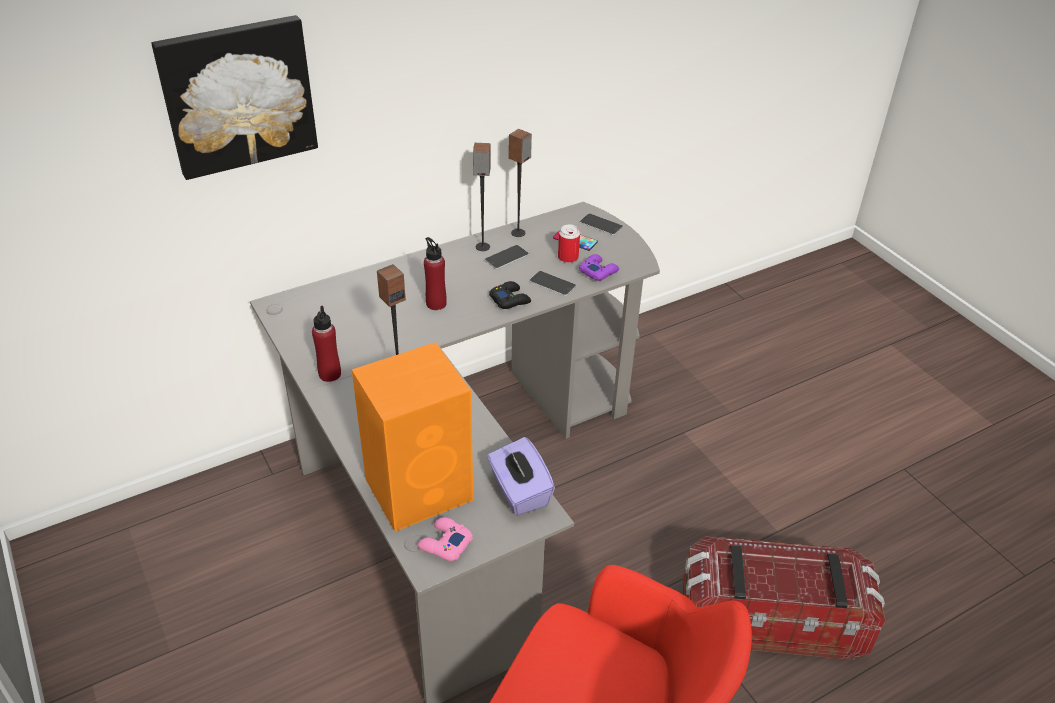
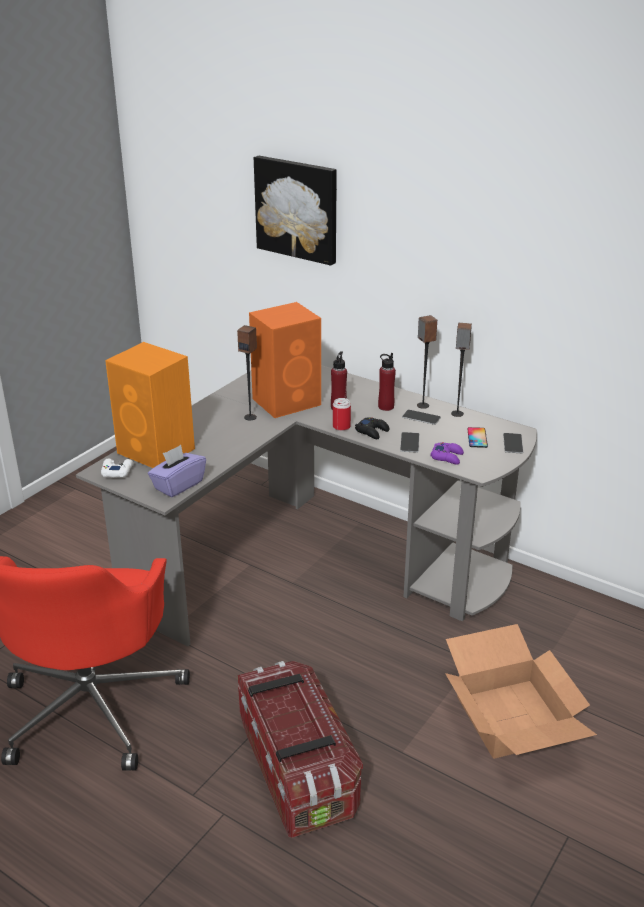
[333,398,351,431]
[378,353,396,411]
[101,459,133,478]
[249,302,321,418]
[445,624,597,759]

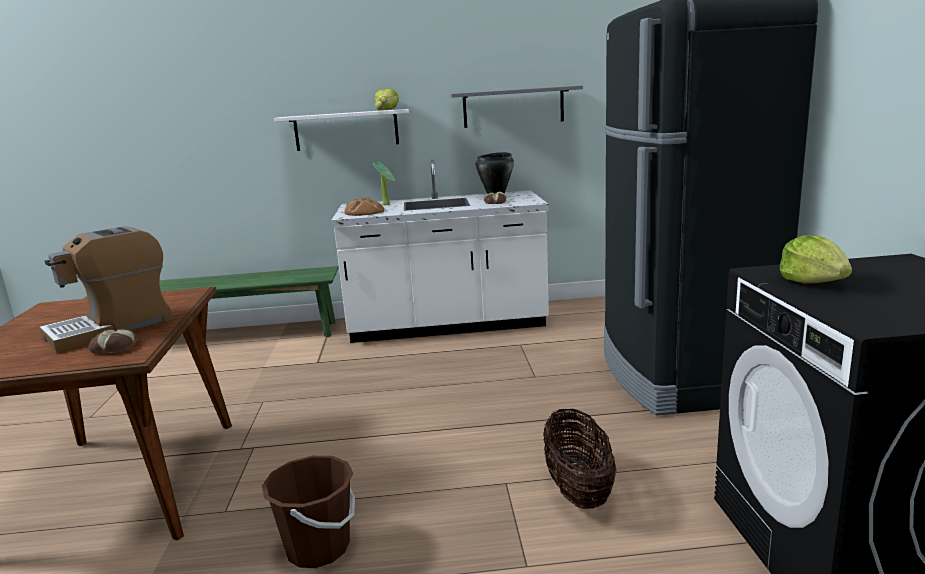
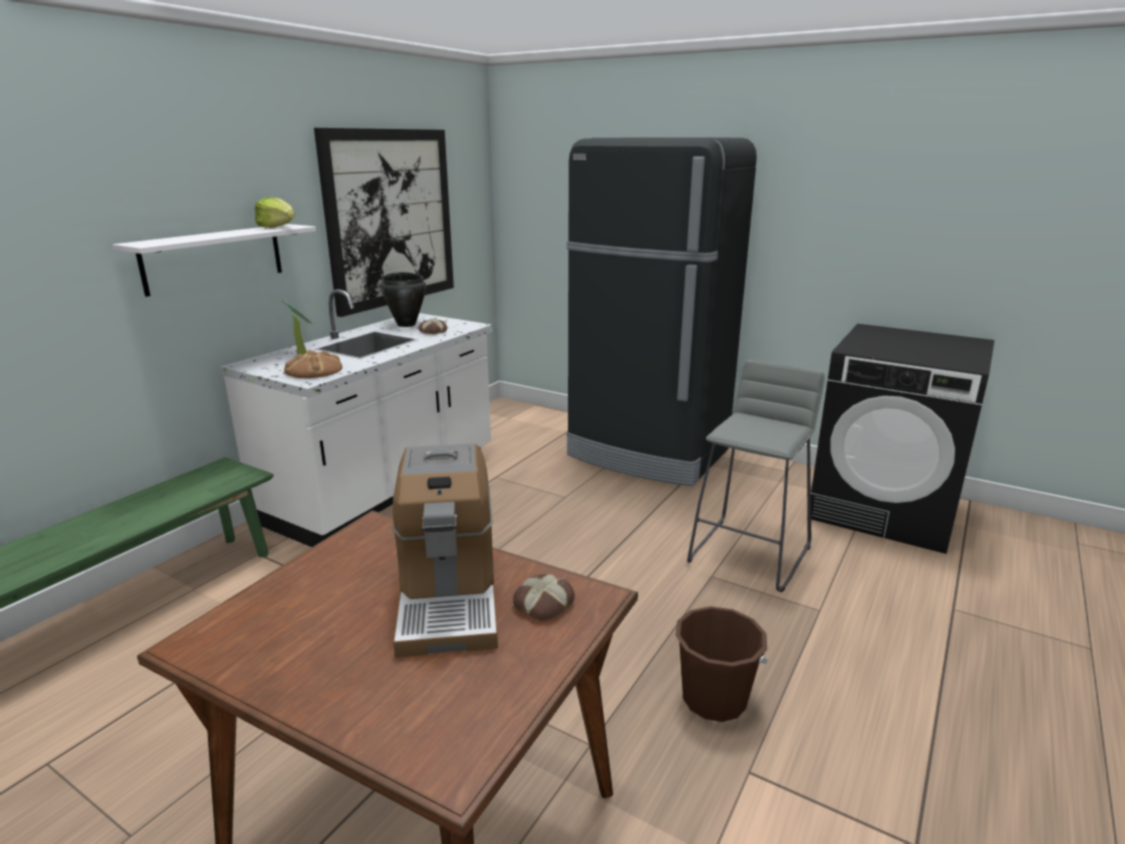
[314,128,454,317]
[780,235,852,284] (first image)
[687,360,825,592]

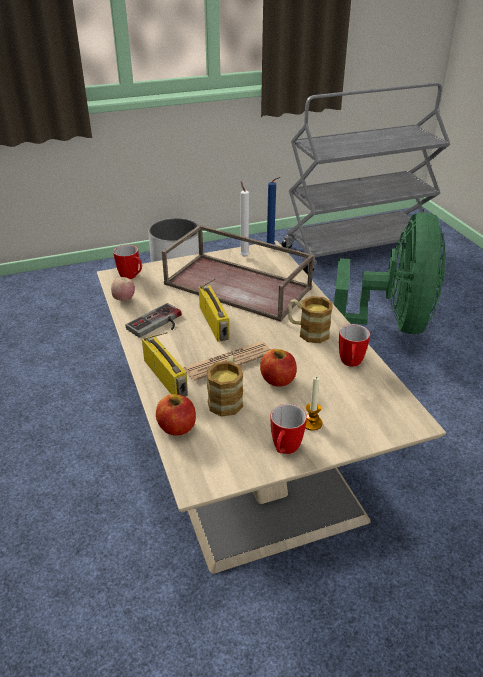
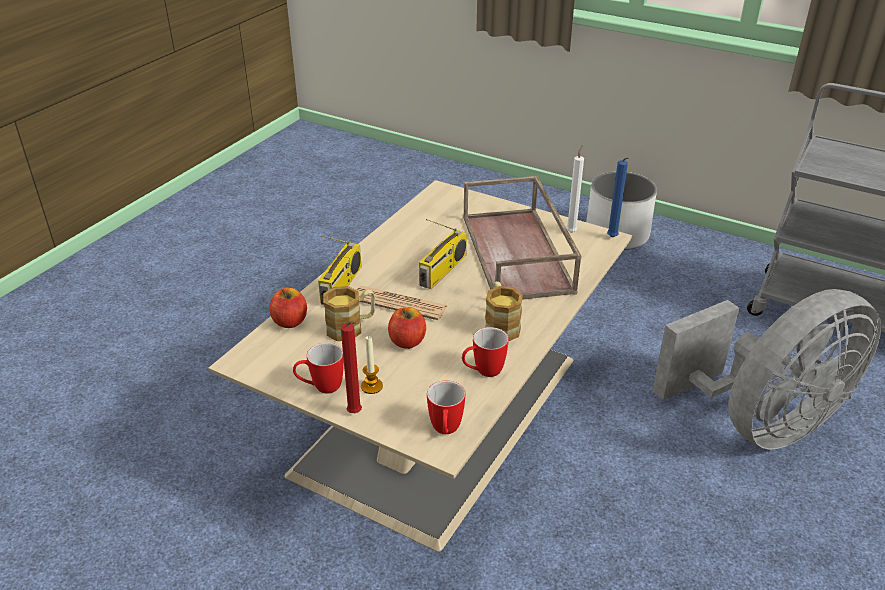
[653,289,881,450]
[427,381,465,434]
[111,277,135,301] (first image)
[126,303,181,338] (first image)
[341,321,362,413]

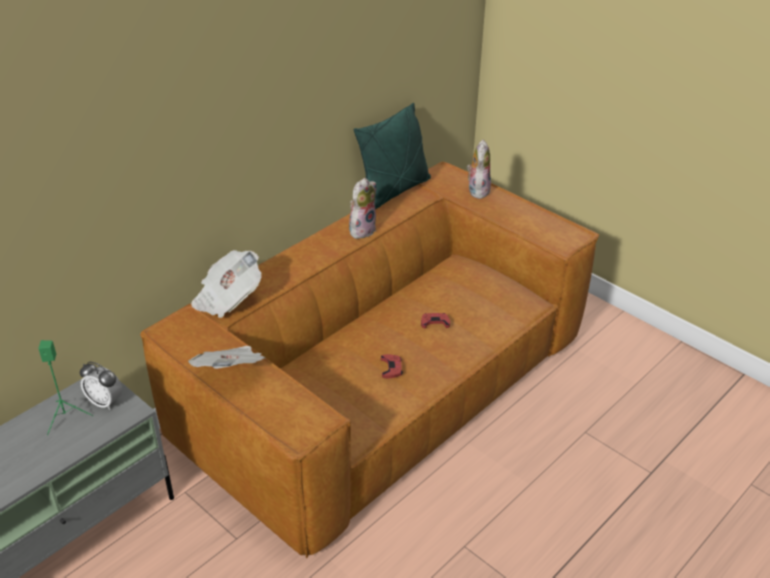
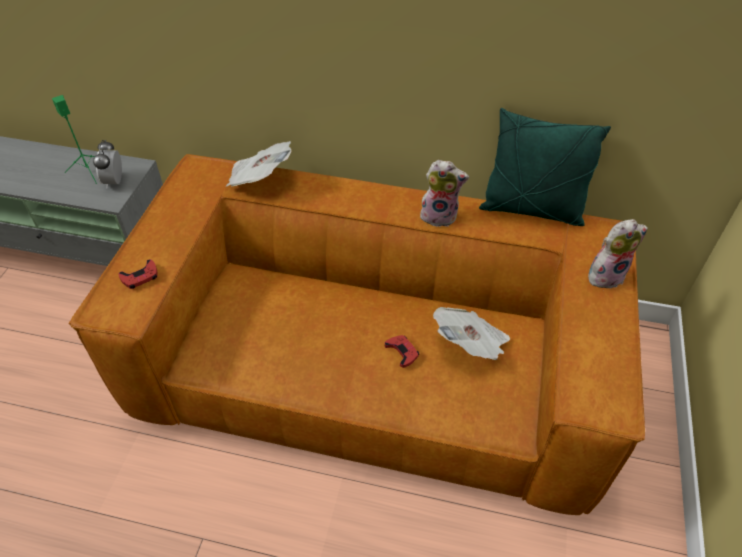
[433,307,510,360]
[119,260,158,289]

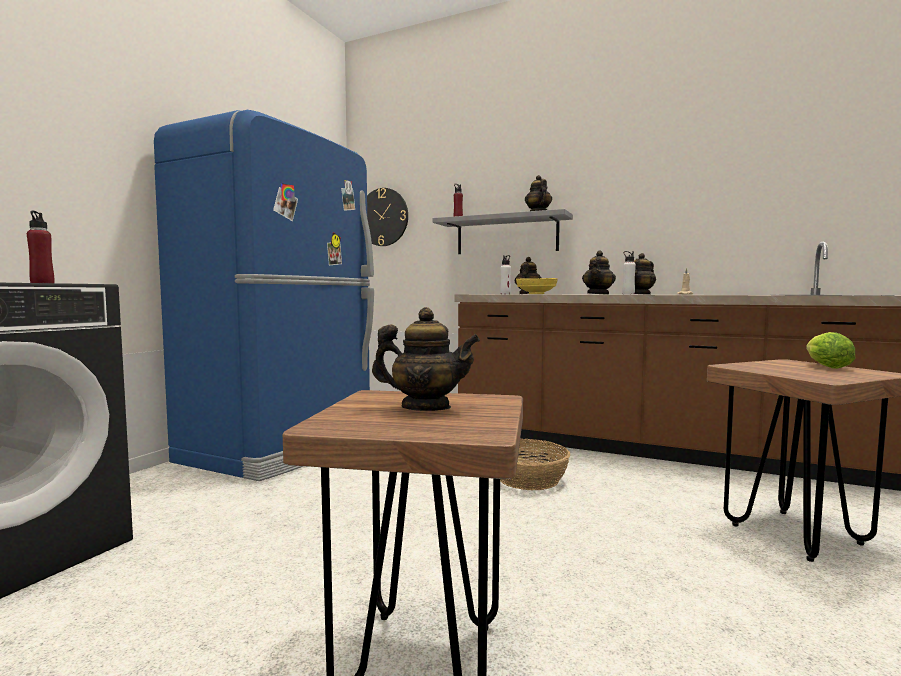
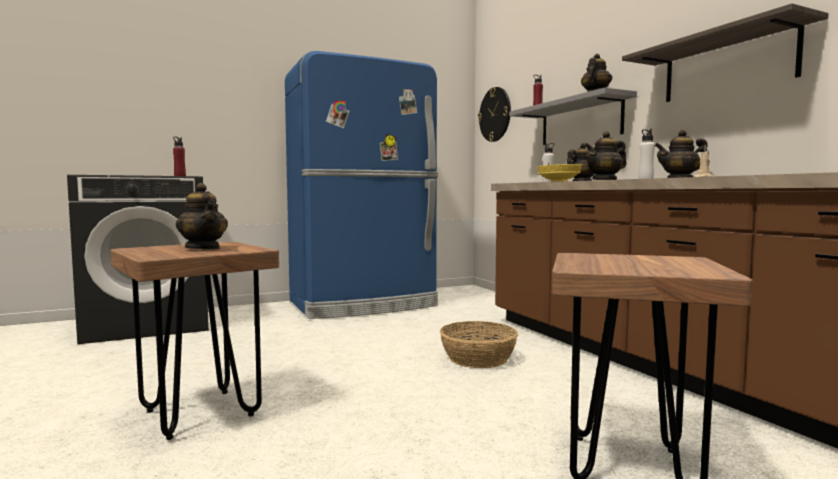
[806,332,855,369] (first image)
[622,3,829,102]

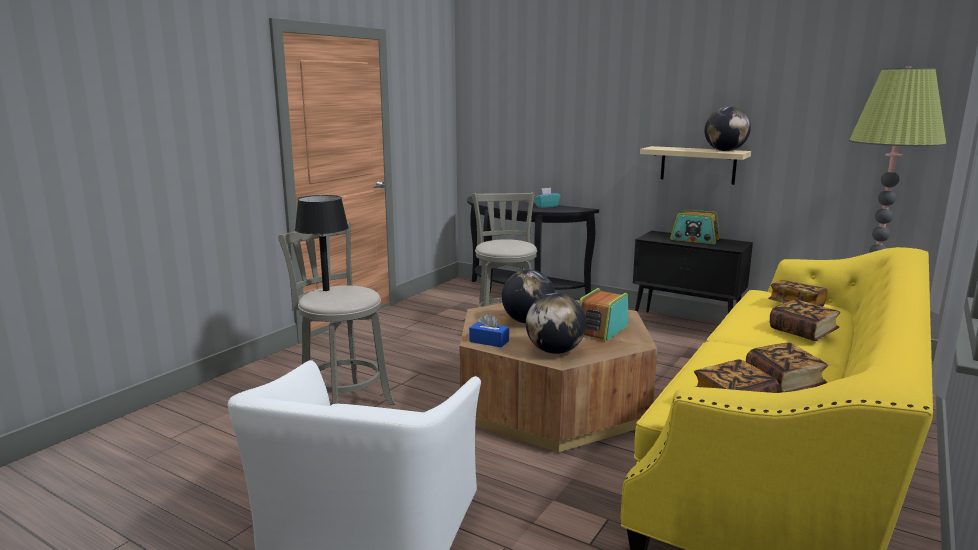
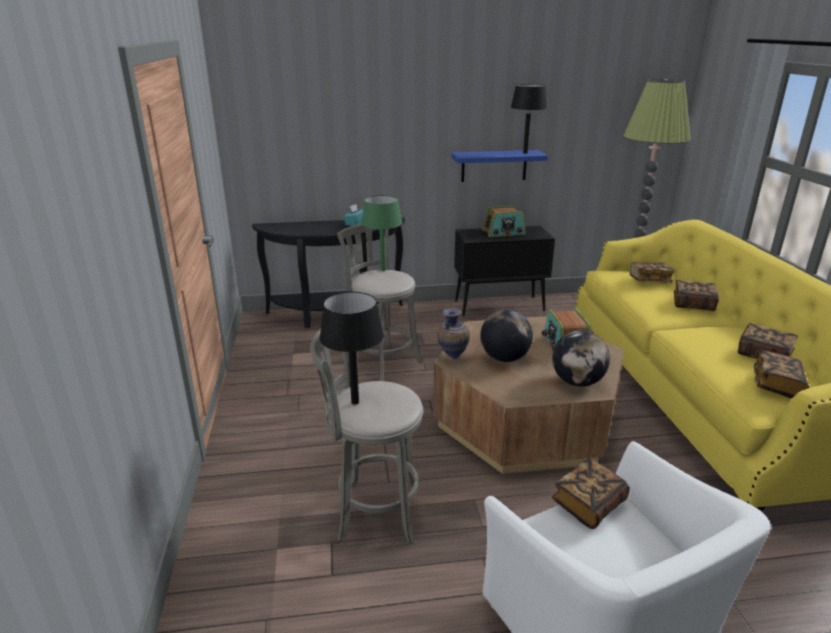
[511,84,547,154]
[451,150,548,182]
[469,313,509,347] (first image)
[361,195,402,271]
[437,308,469,359]
[552,458,630,529]

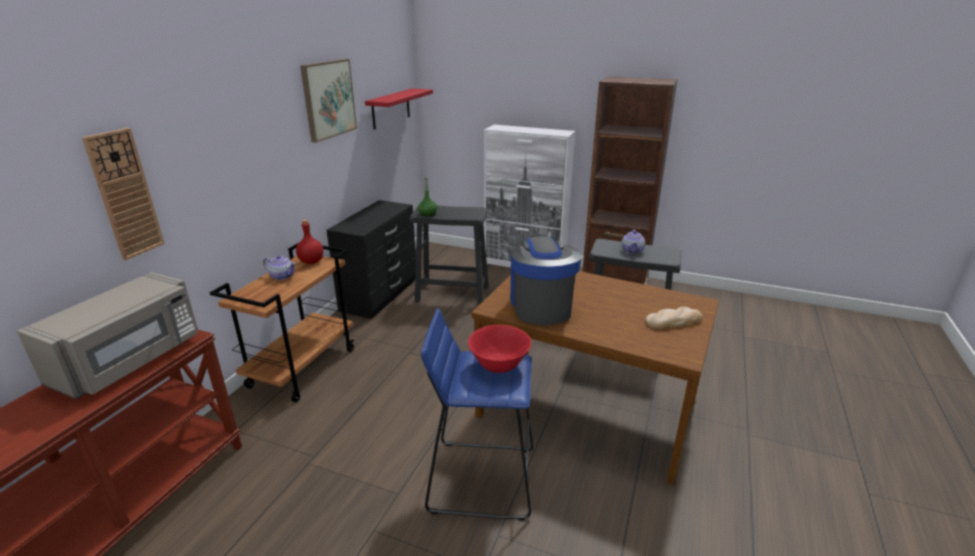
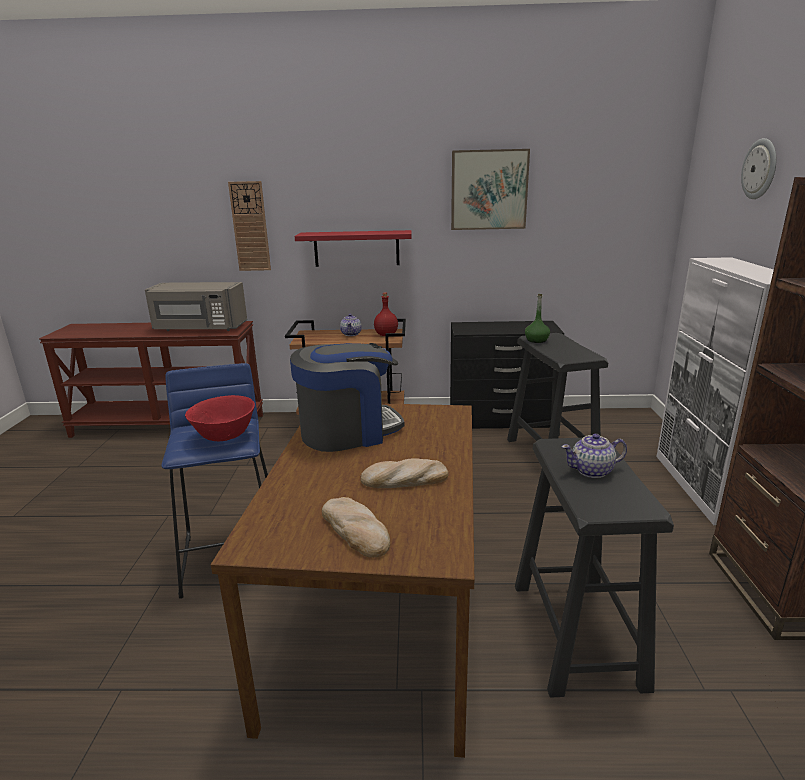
[295,230,412,267]
[741,138,776,199]
[361,459,448,488]

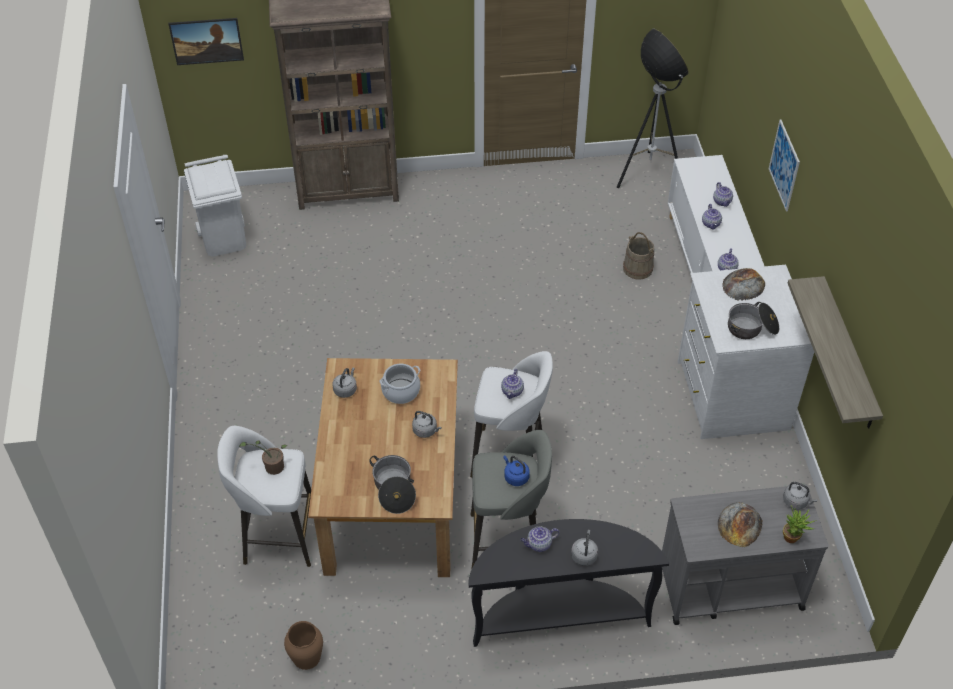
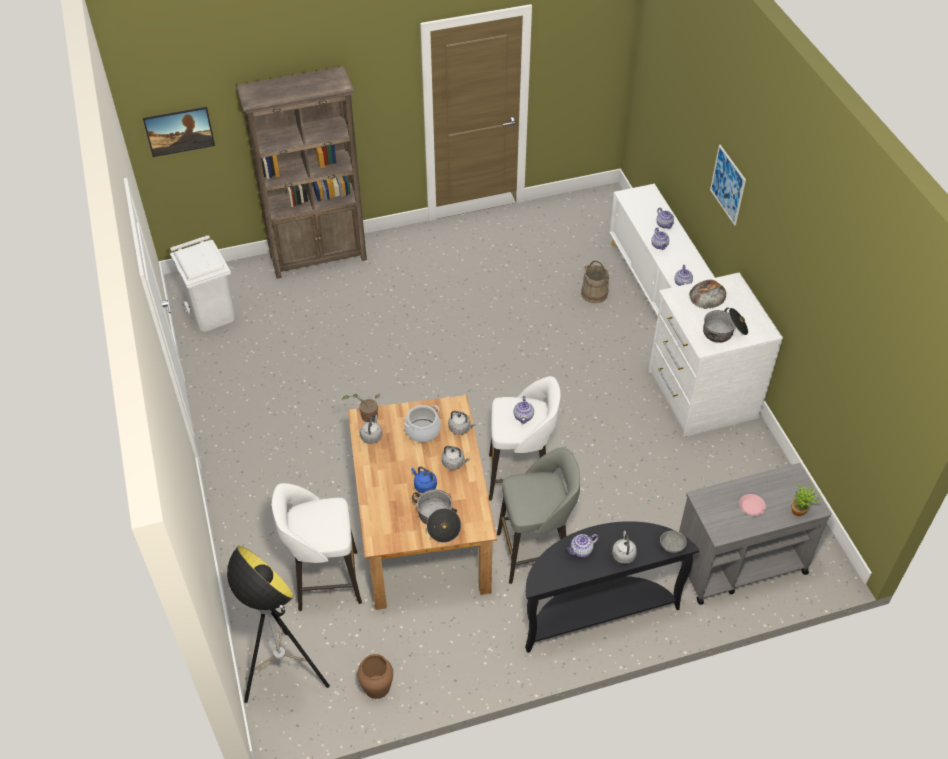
[227,546,330,703]
[788,276,883,428] (first image)
[342,394,380,422]
[411,467,437,493]
[448,411,476,435]
[739,494,766,516]
[660,531,687,553]

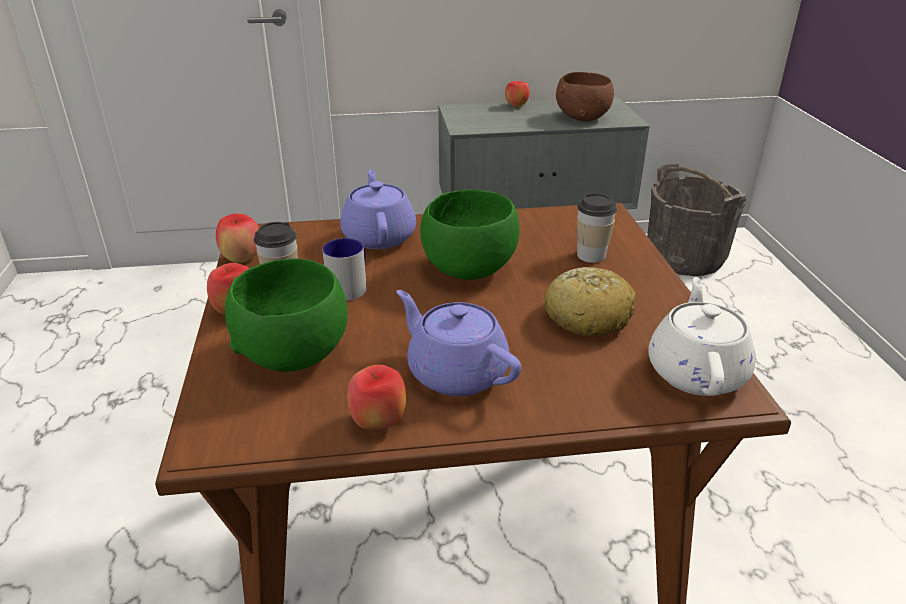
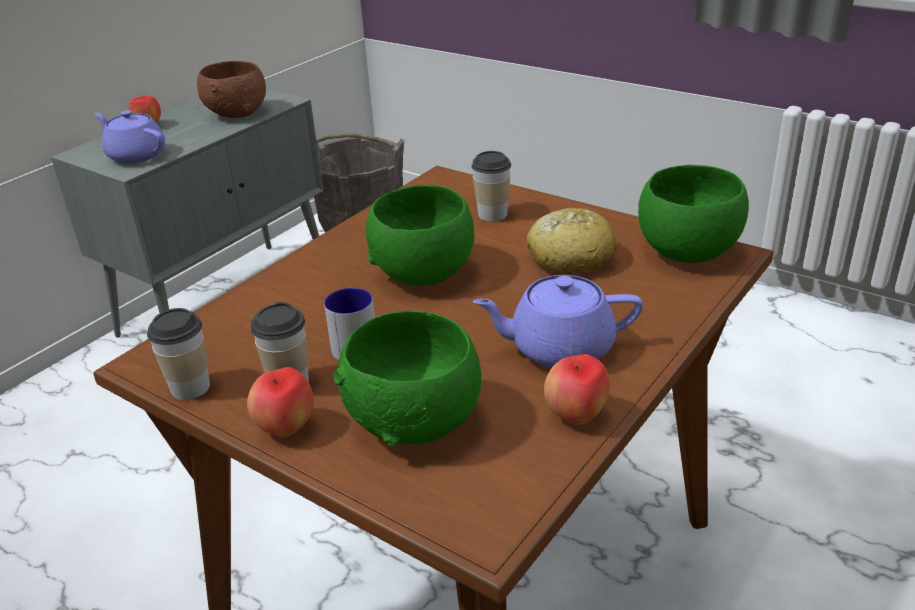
[94,110,165,164]
[147,308,210,400]
[638,165,749,263]

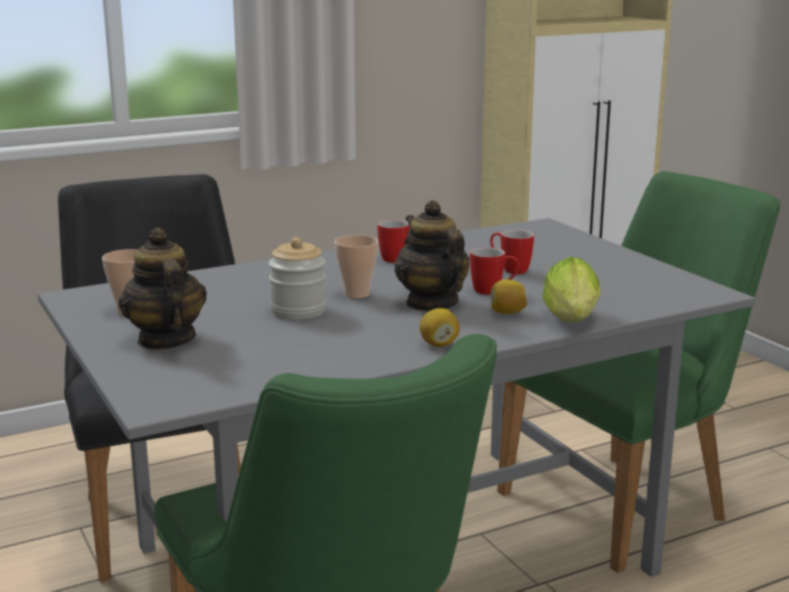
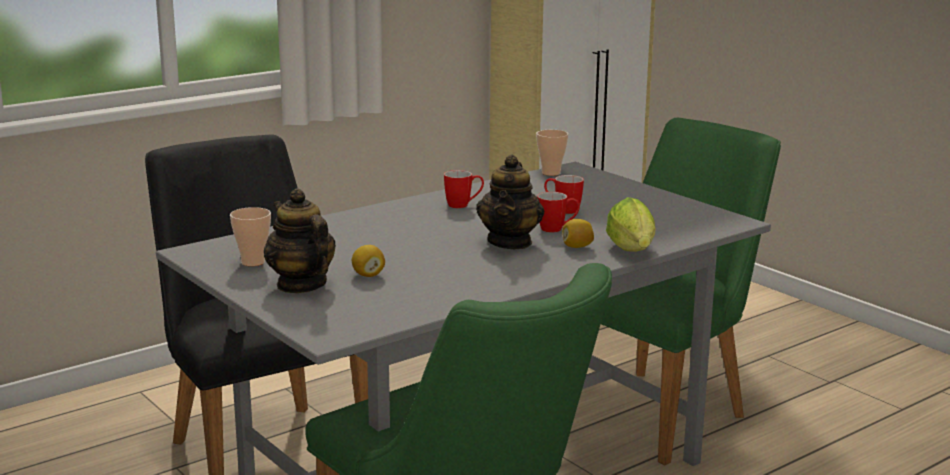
[476,155,544,249]
[536,130,568,176]
[269,237,326,319] (first image)
[352,245,385,277]

